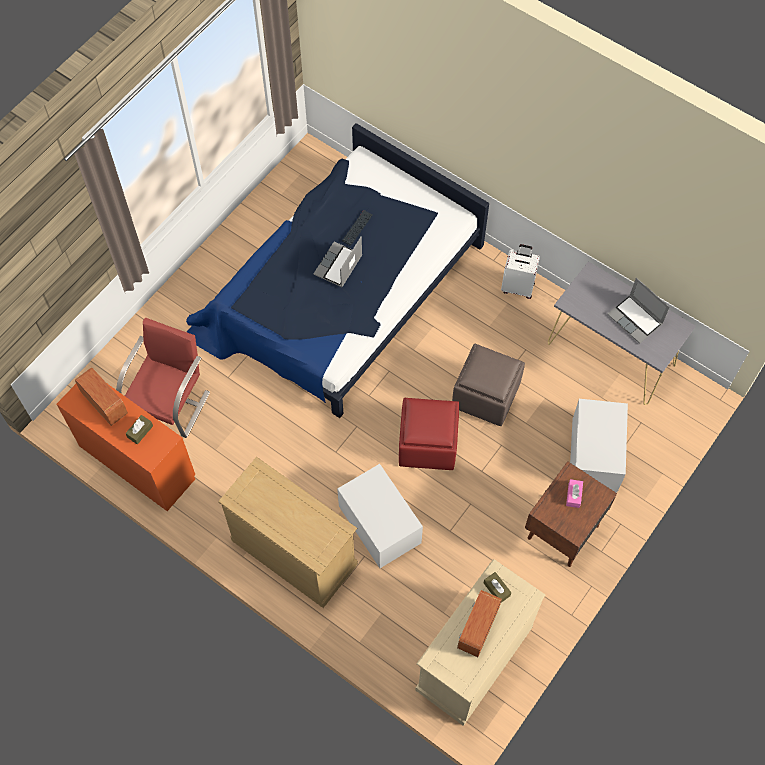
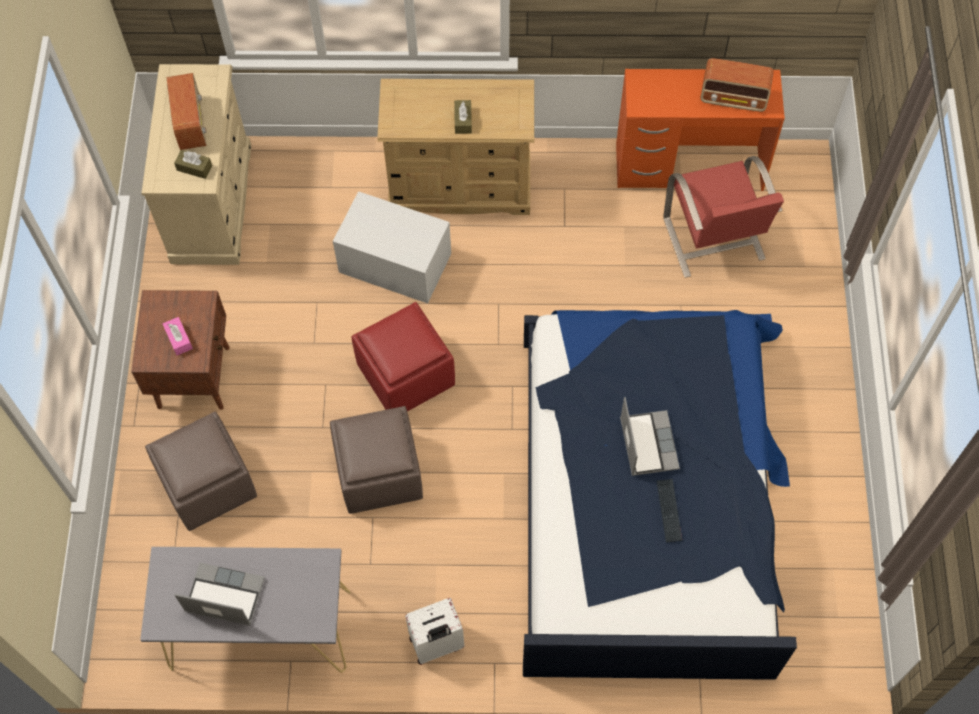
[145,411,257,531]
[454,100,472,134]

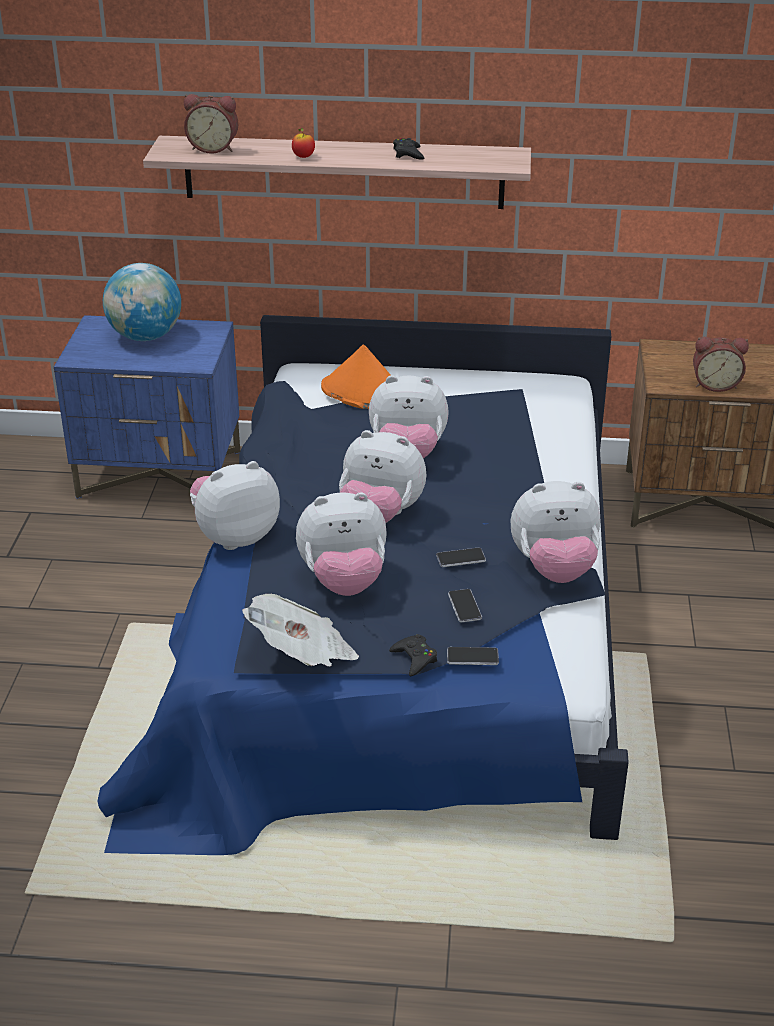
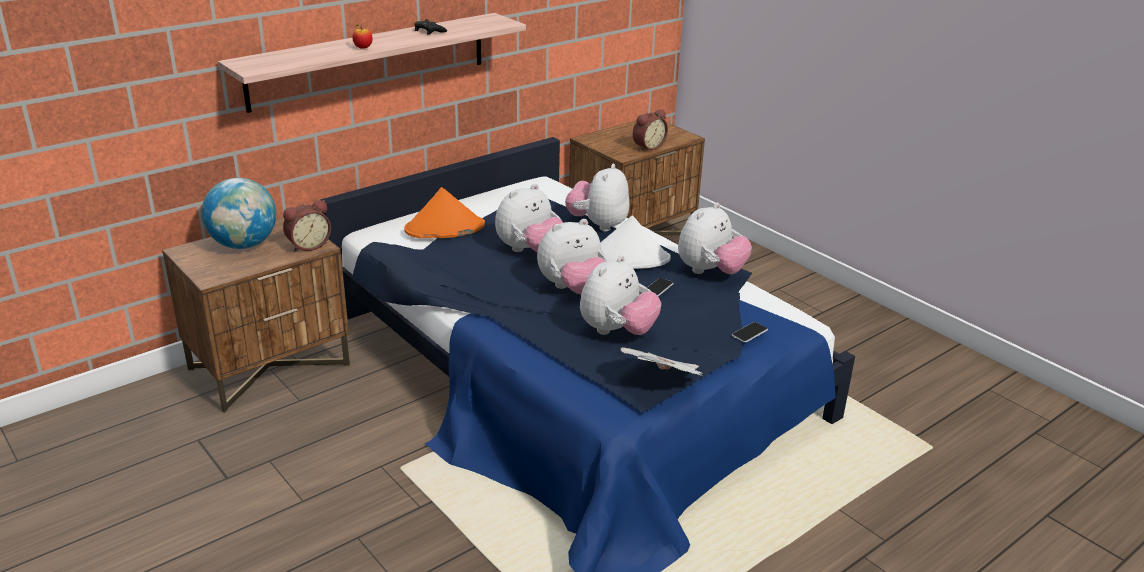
[283,200,331,252]
[162,217,350,413]
[565,164,629,232]
[448,589,482,622] (first image)
[389,634,437,676] (first image)
[600,216,671,269]

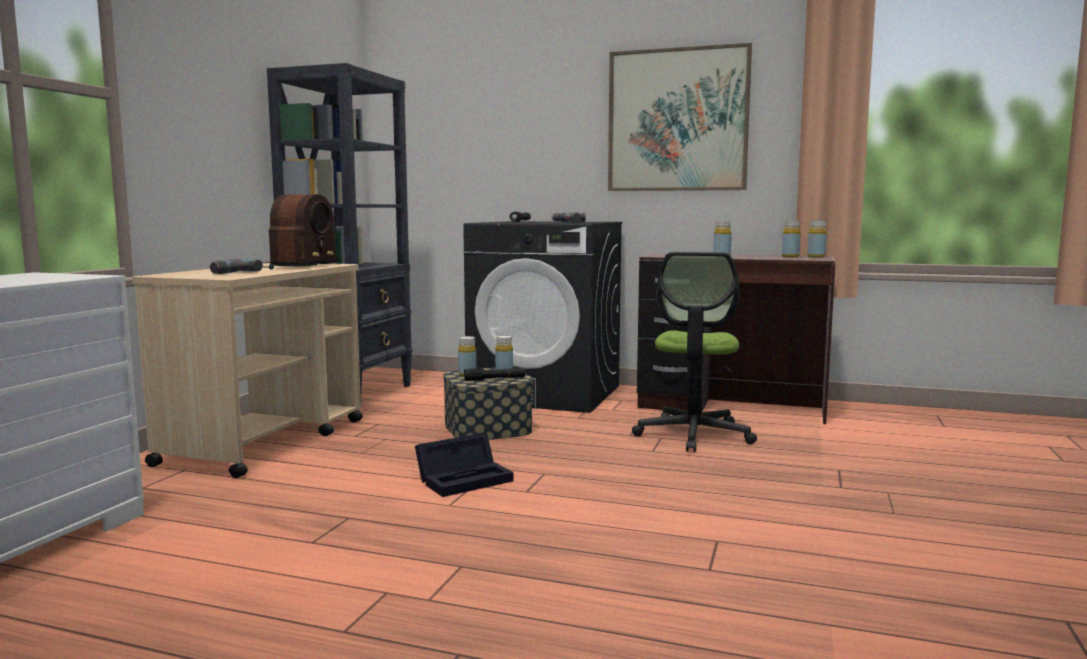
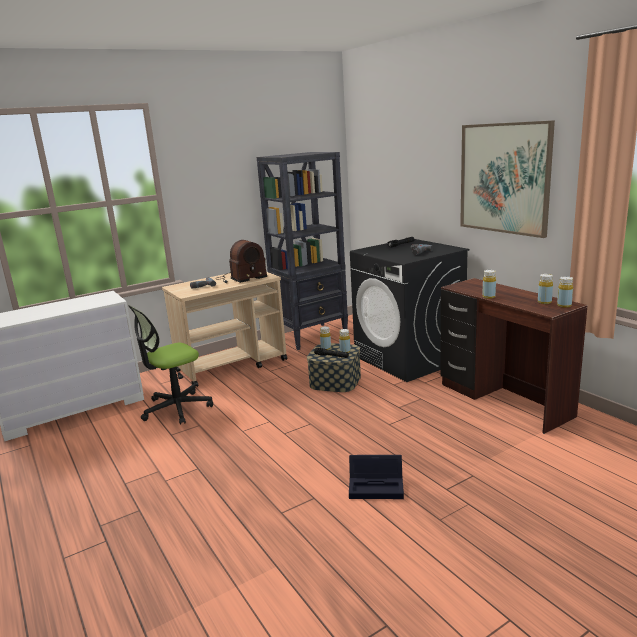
[128,305,213,425]
[349,455,404,499]

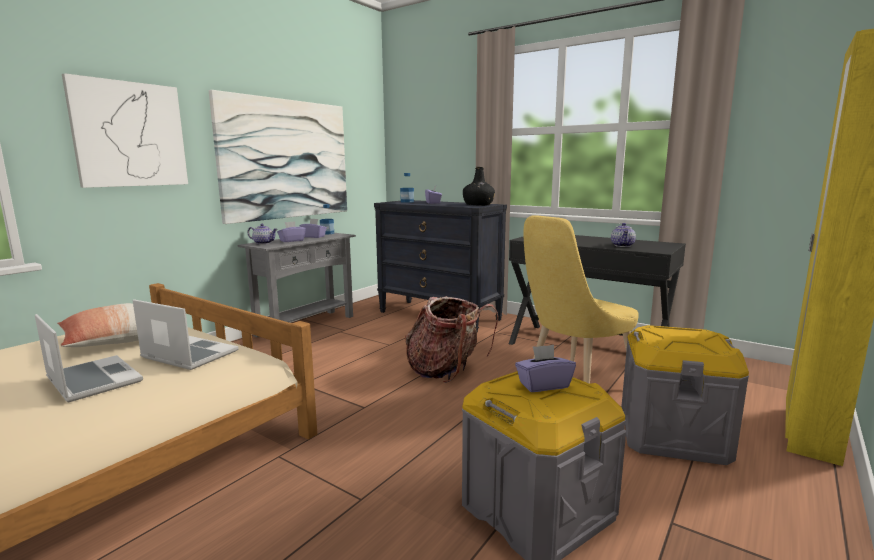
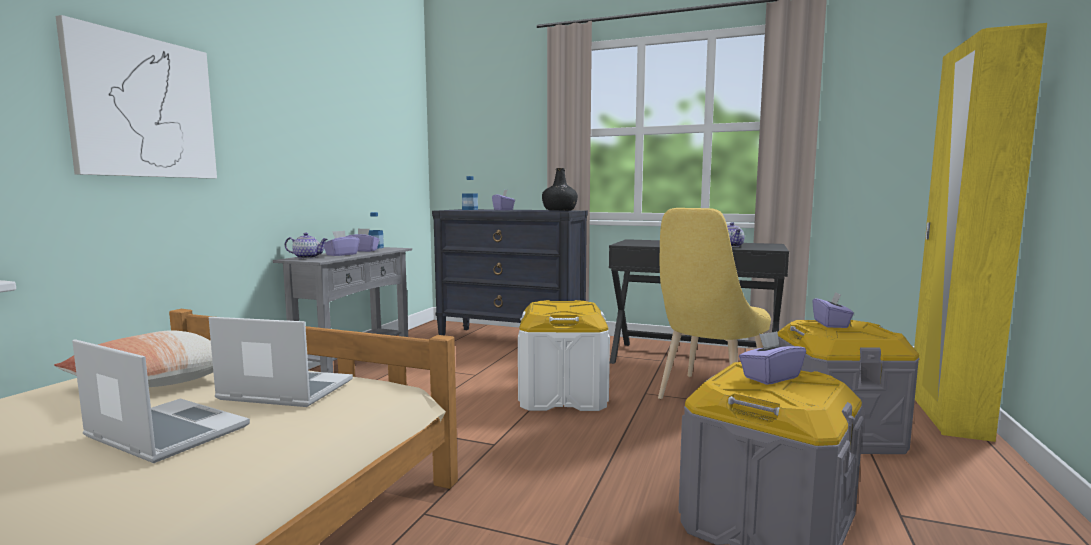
[209,90,347,224] (first image)
[518,300,610,411]
[812,292,854,328]

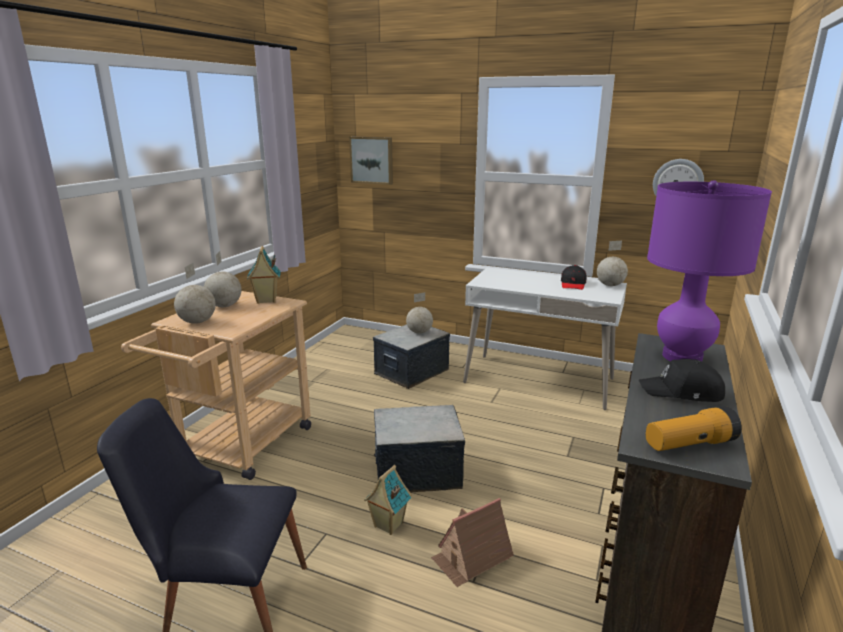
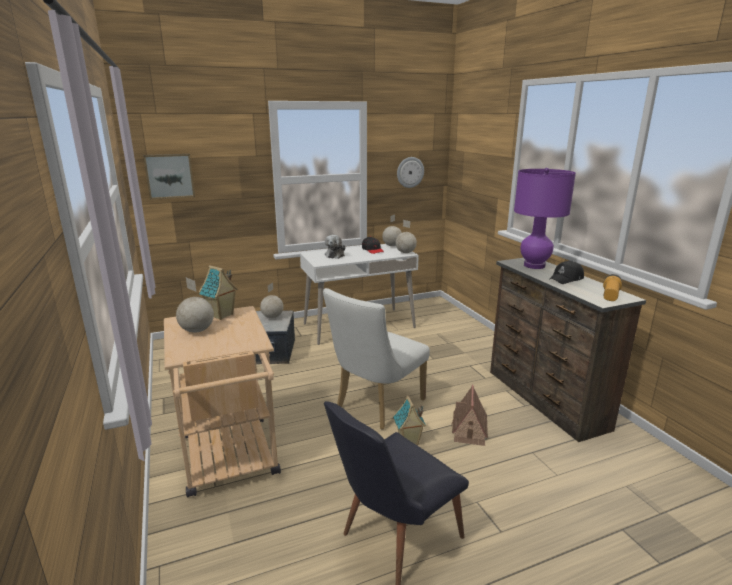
[395,220,417,253]
[323,288,430,430]
[325,235,346,259]

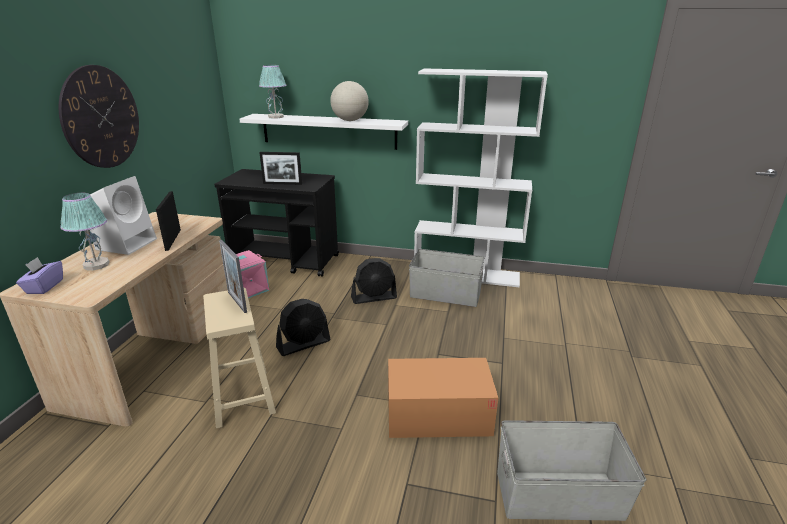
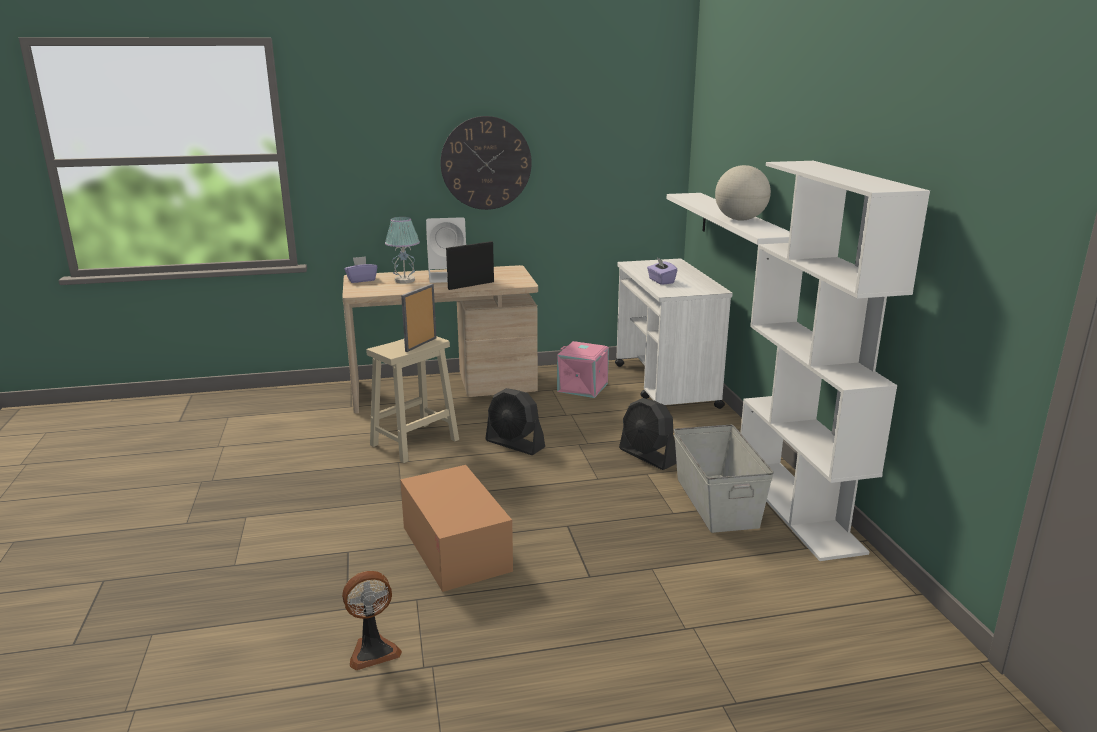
[259,65,286,119] (first image)
[647,258,677,285]
[615,259,733,409]
[342,571,402,670]

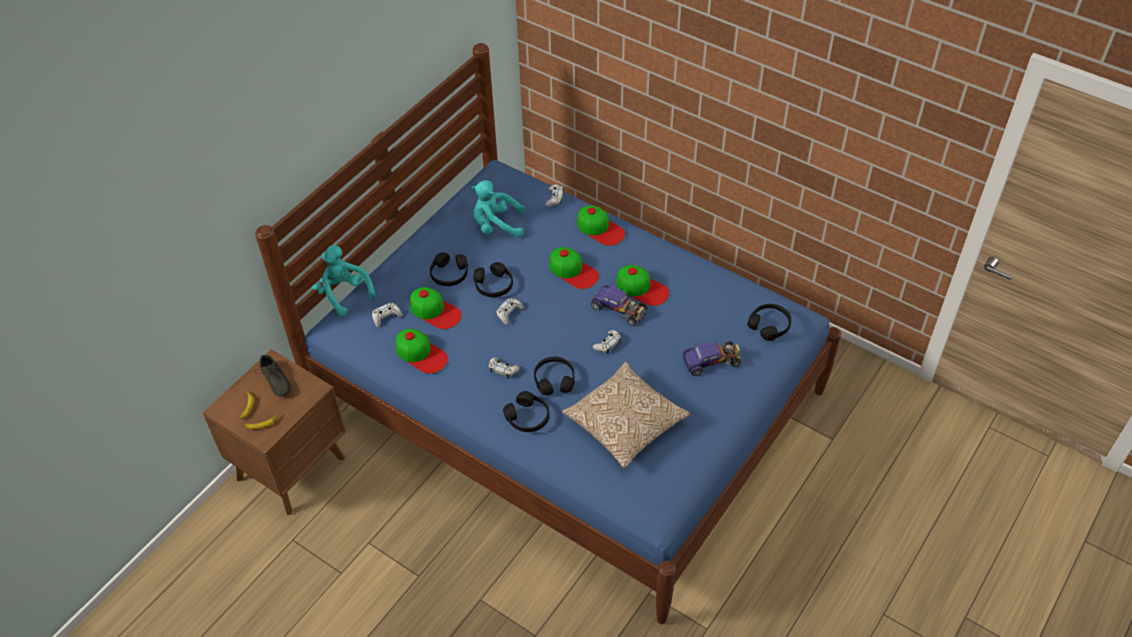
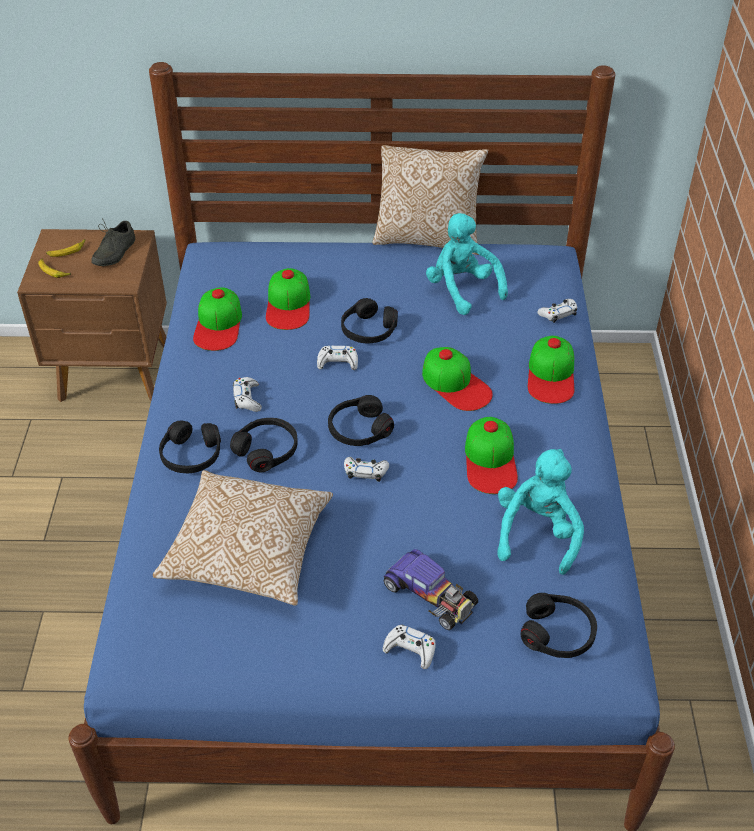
[497,449,584,575]
[422,347,493,411]
[328,395,394,446]
[591,285,647,326] (first image)
[383,625,435,669]
[372,145,488,255]

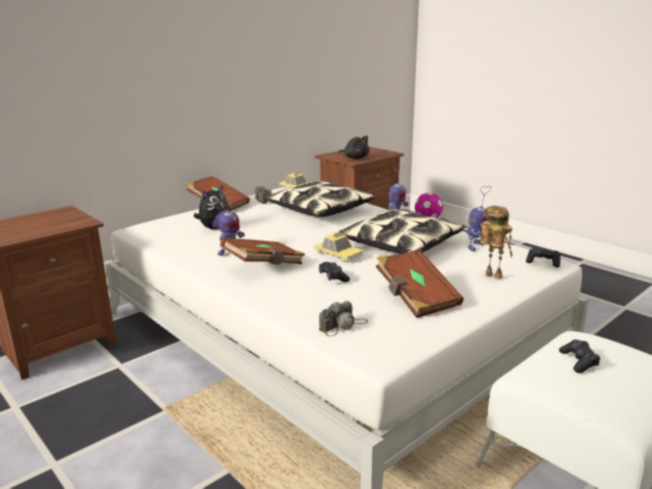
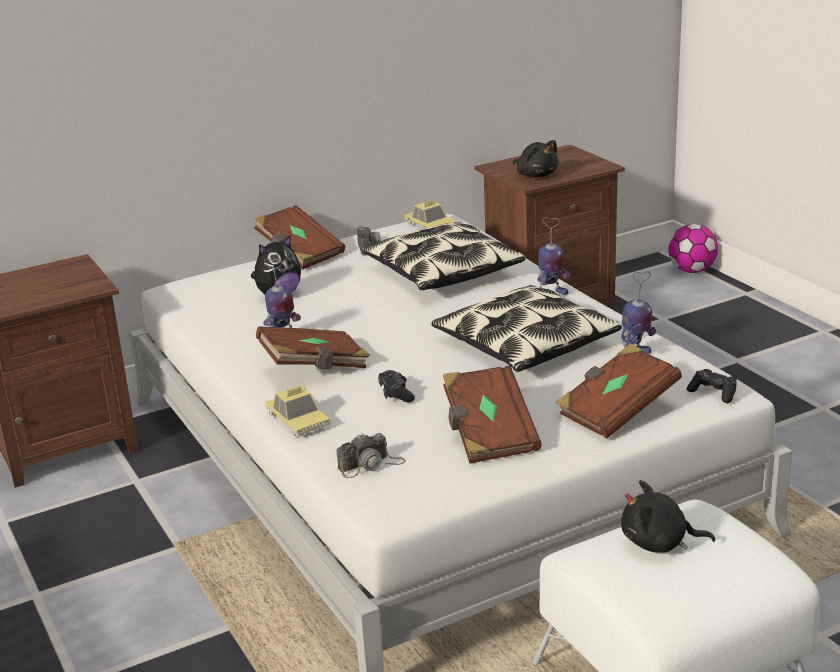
[556,344,682,438]
[265,385,330,436]
[621,480,715,553]

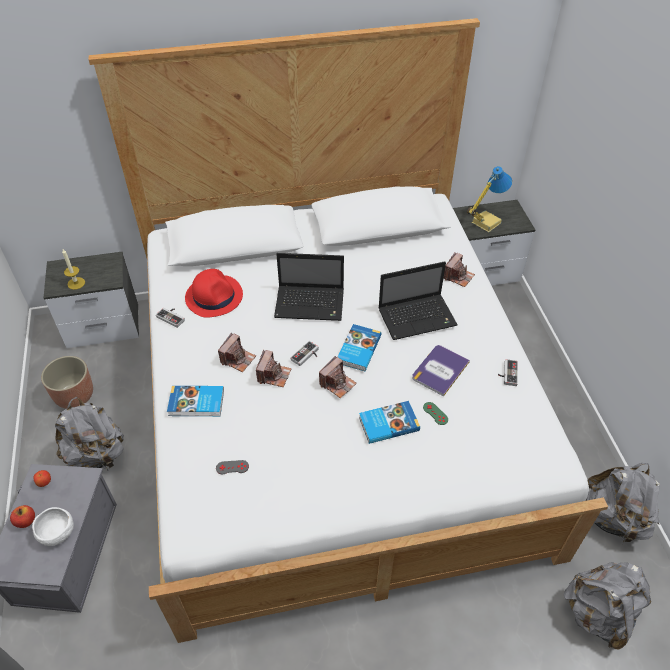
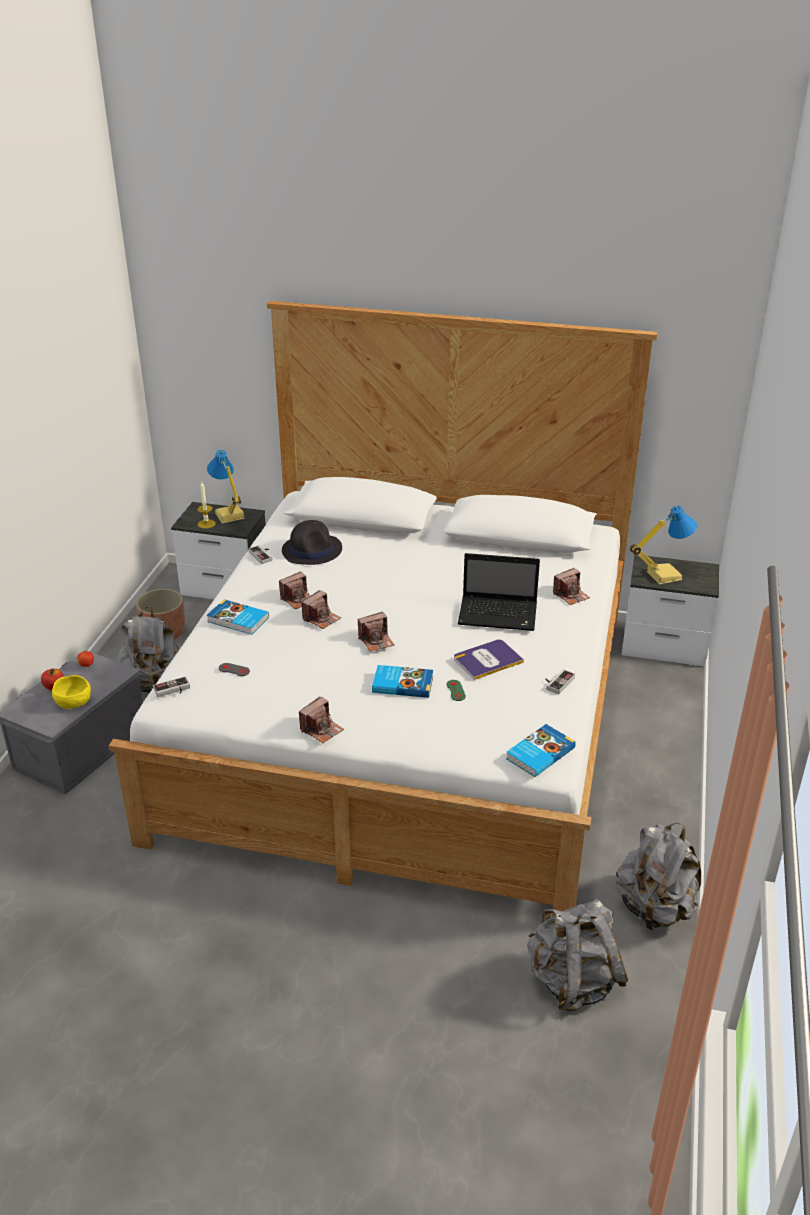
[274,253,344,321] (first image)
[282,520,342,565]
[506,724,576,777]
[153,676,190,697]
[52,675,91,709]
[207,450,245,523]
[299,697,344,743]

